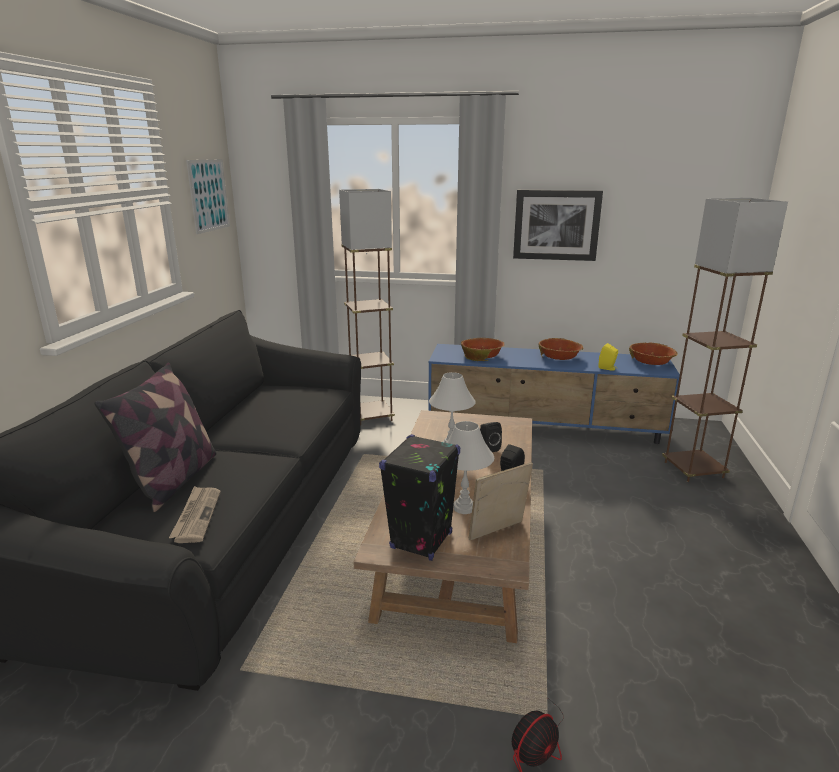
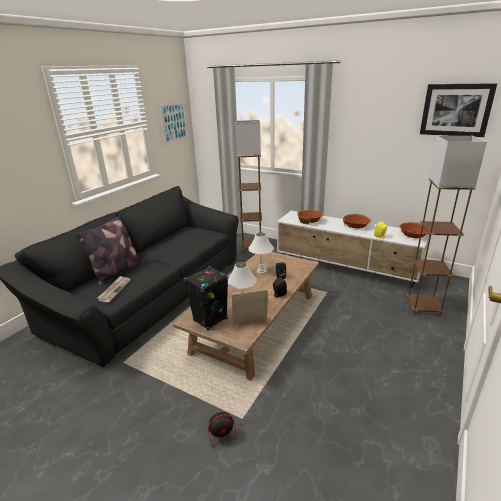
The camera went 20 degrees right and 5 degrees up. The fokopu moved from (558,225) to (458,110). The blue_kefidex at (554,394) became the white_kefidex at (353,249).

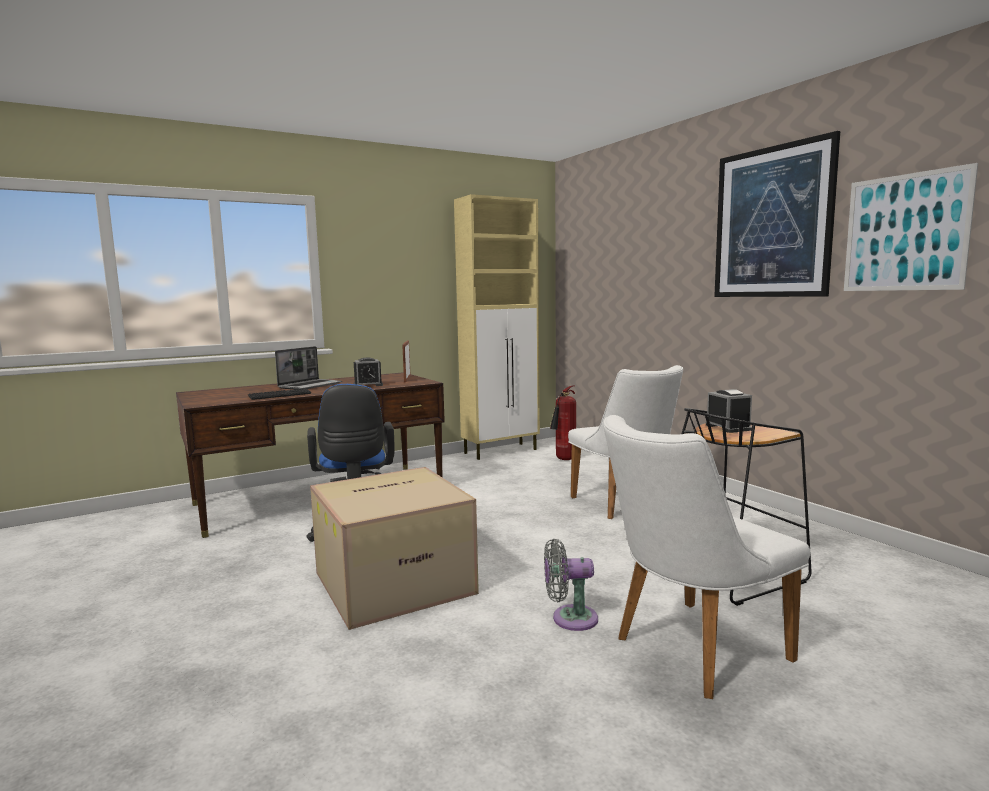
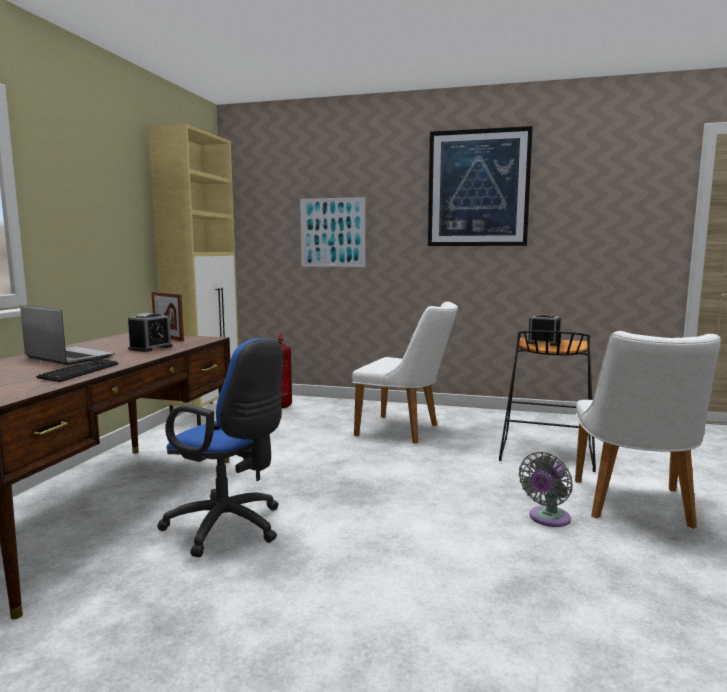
The camera went 45 degrees left and 0 degrees up. The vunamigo at (394,548) disappeared. The fokopu moved from (911,227) to (332,232). The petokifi at (308,368) turned 45 degrees counterclockwise.

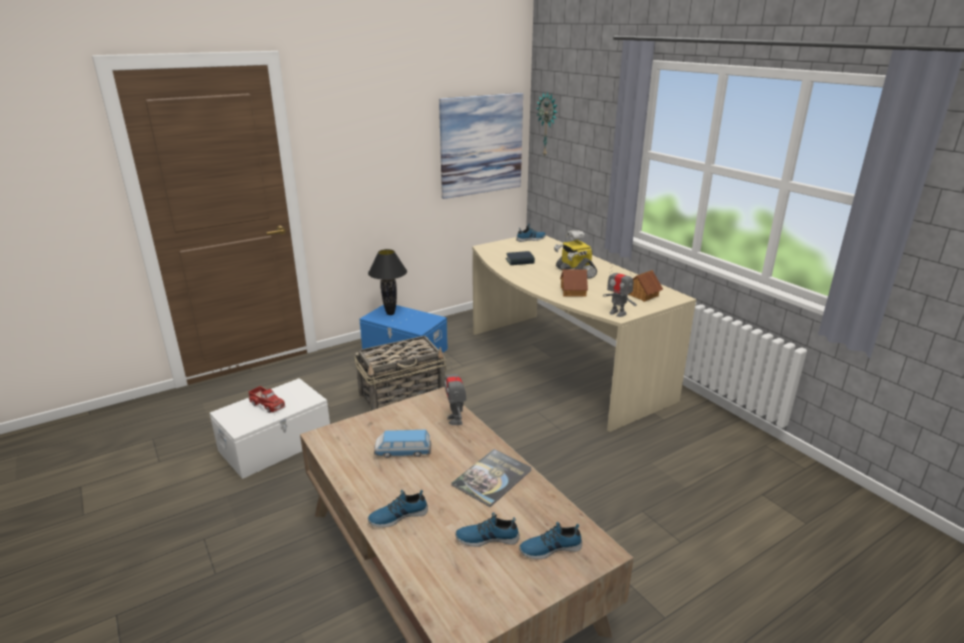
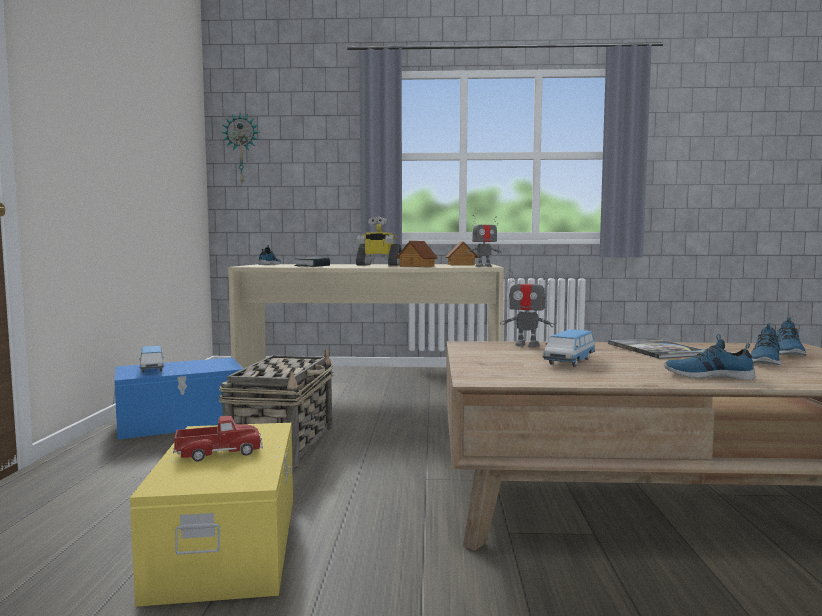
The camera went 55 degrees left and 20 degrees down. The fokopu at (481,146) disappeared. The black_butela at (387,282) was replaced by the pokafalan at (151,359). The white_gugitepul at (270,428) became the yellow_gugitepul at (211,515). The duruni at (398,508) turned 90 degrees clockwise.

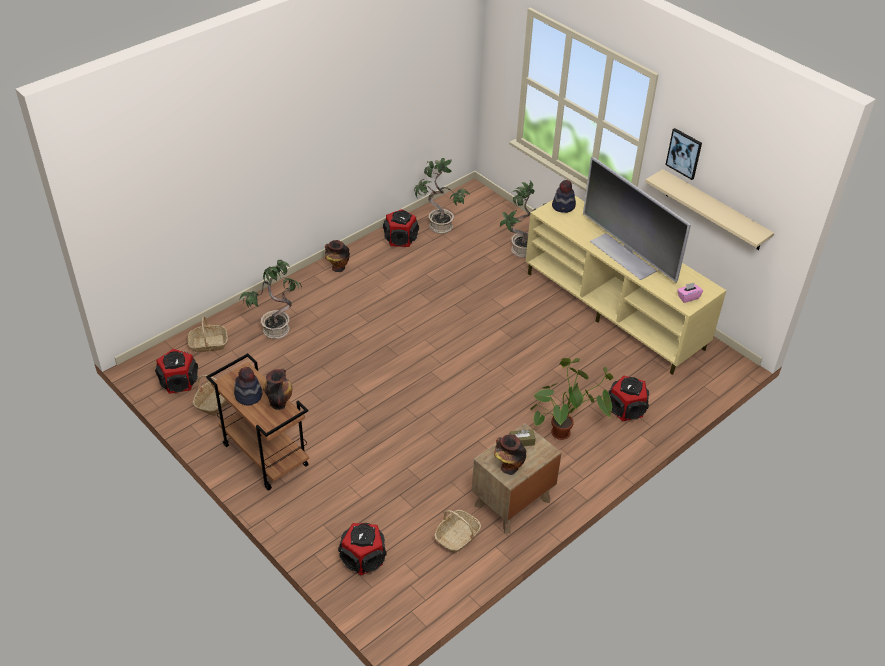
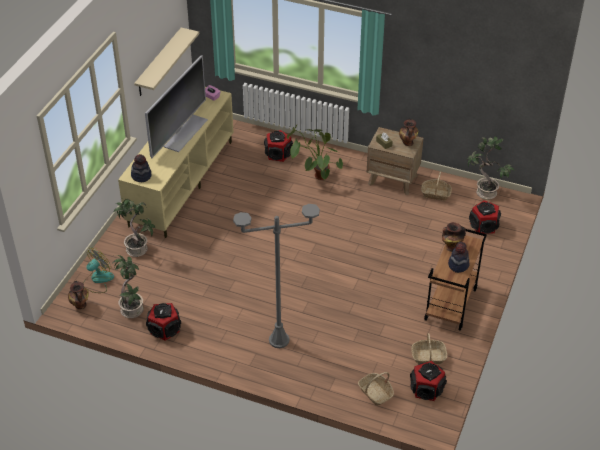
The camera went 115 degrees left and 0 degrees up. The fokopu at (683,154) disappeared. The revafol at (98,270) appeared. The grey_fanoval at (276,276) appeared. The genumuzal moved from (271,299) to (491,168). The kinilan moved from (337,256) to (78,295).

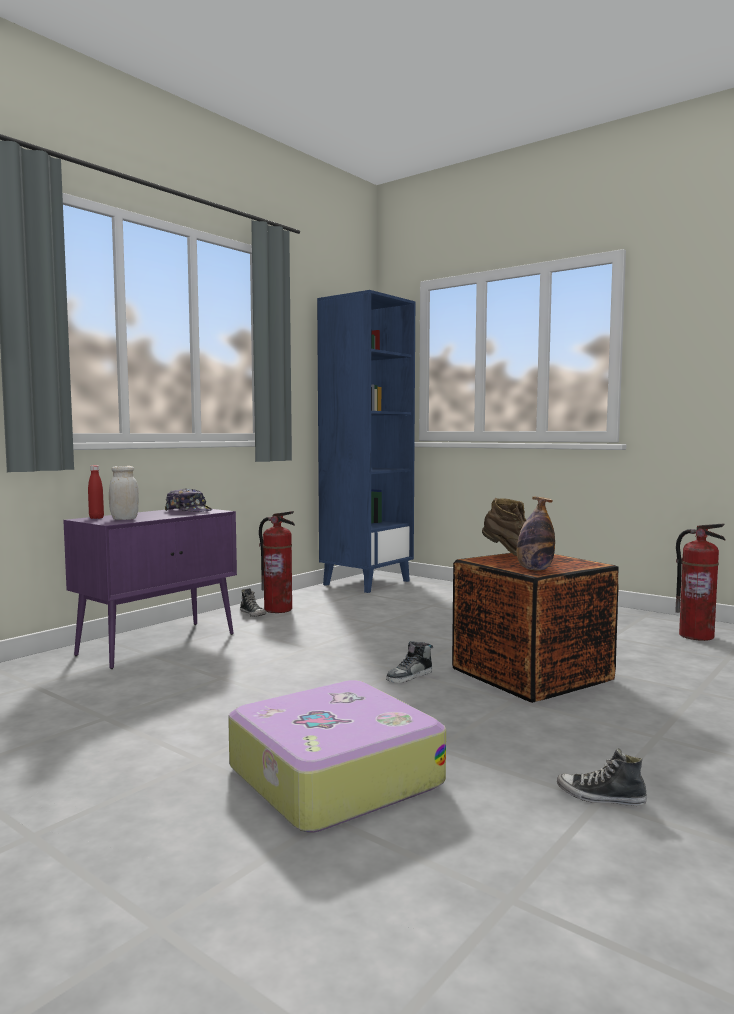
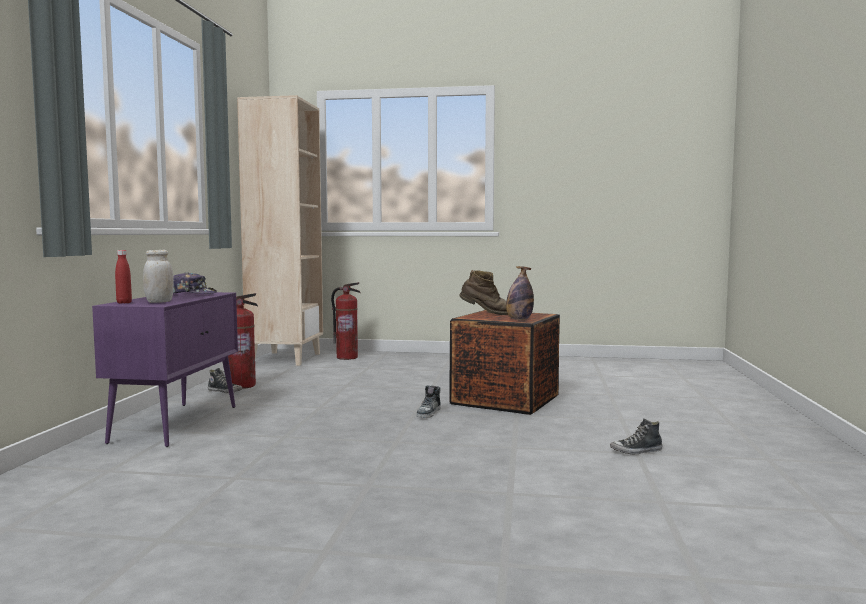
The camera went 30 degrees left and 0 degrees up. The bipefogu at (337,756) disappeared. The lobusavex moved from (700,582) to (346,321). The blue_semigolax at (366,441) became the beige_semigolax at (280,230).

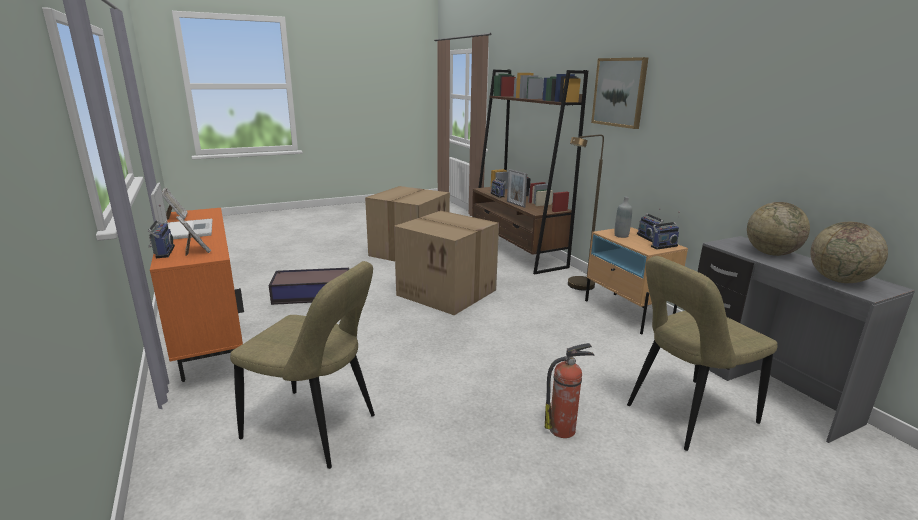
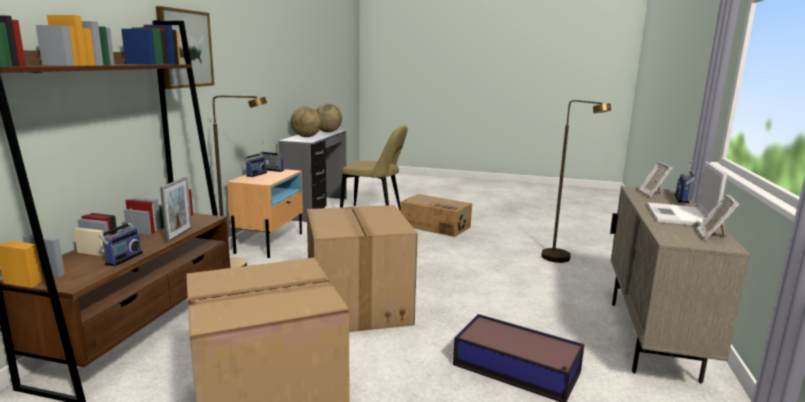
The camera went 140 degrees left and 5 degrees down. The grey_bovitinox at (623,217) disappeared. The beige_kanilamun at (302,365) was replaced by the brown_fanoval at (576,181). The lobusavex at (569,390) was replaced by the vunamigo at (436,215). The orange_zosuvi at (197,295) became the beige_zosuvi at (680,285).

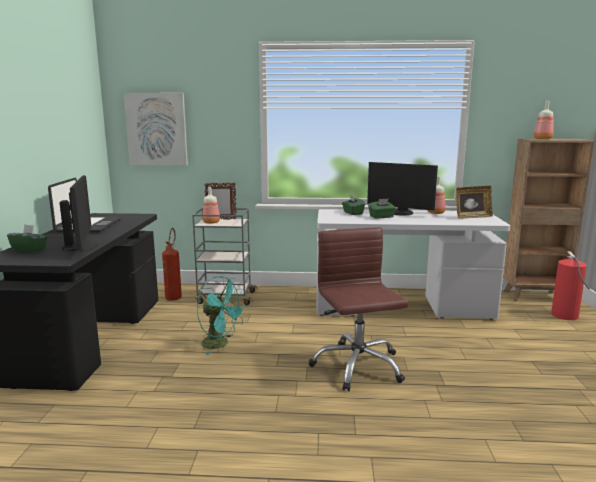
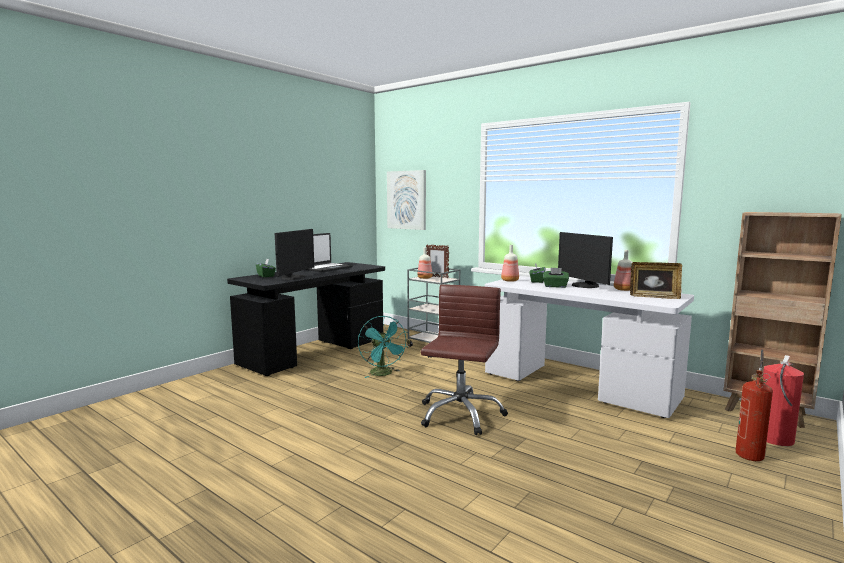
The camera went 35 degrees right and 5 degrees down. The lobusavex moved from (172,264) to (754,405). The bovitinox moved from (543,120) to (510,263).

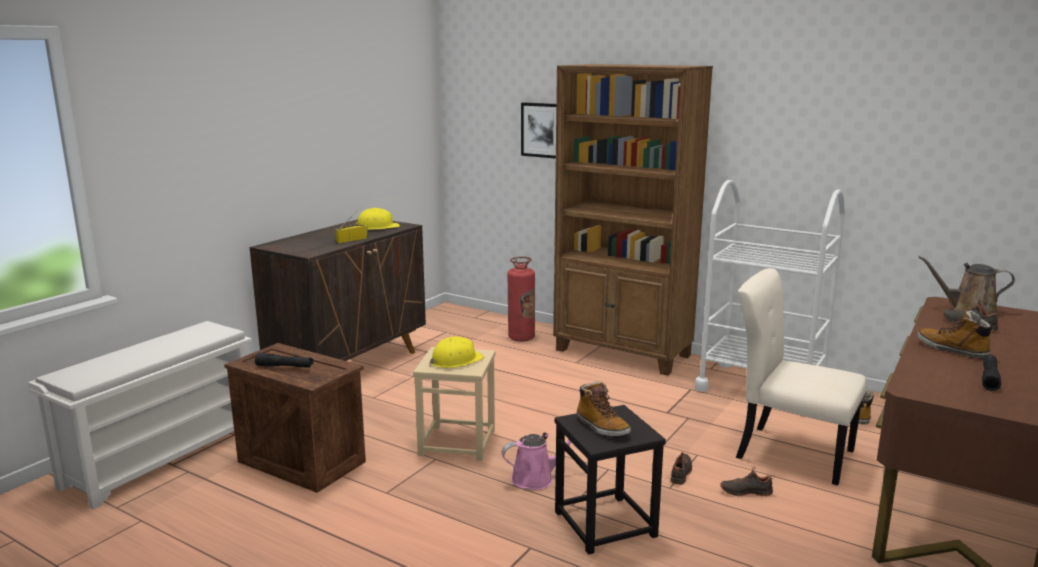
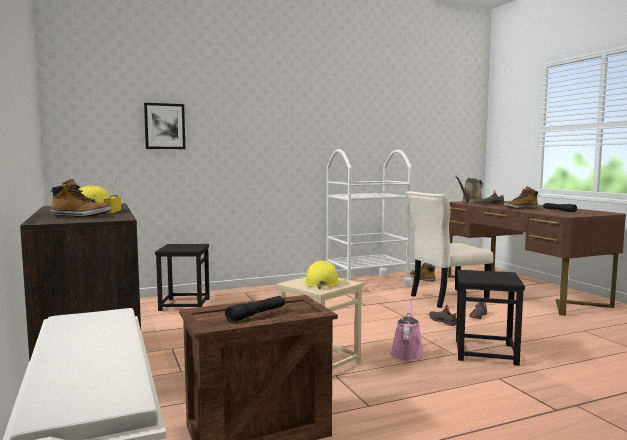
The camera went 55 degrees left and 10 degrees down. The brown_semigolax at (633,220) disappeared. The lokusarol moved from (604,409) to (80,197). The lobusavex at (521,299) was replaced by the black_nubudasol at (182,277).

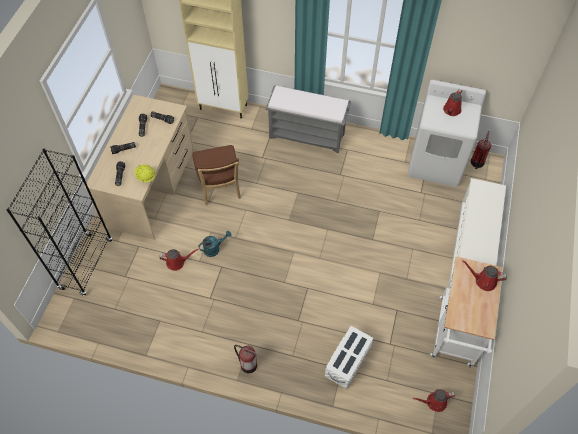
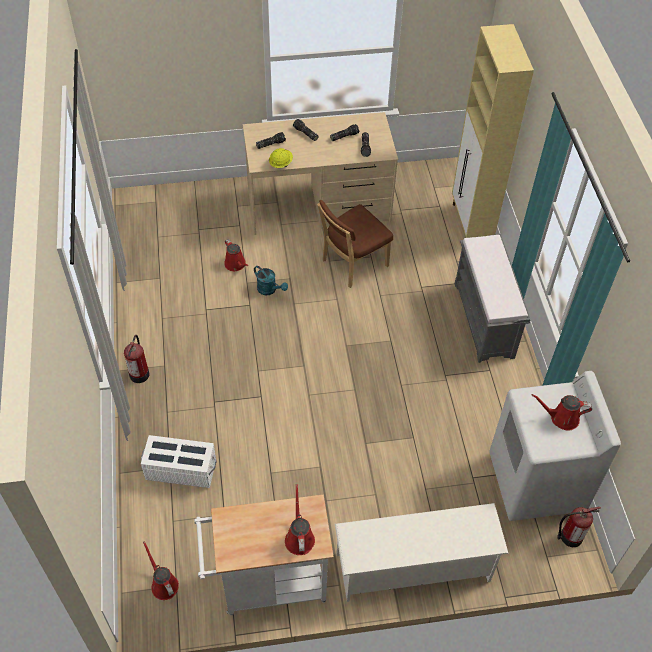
The camera went 65 degrees right and 5 degrees down. The black_semigolax at (59,222) disappeared.

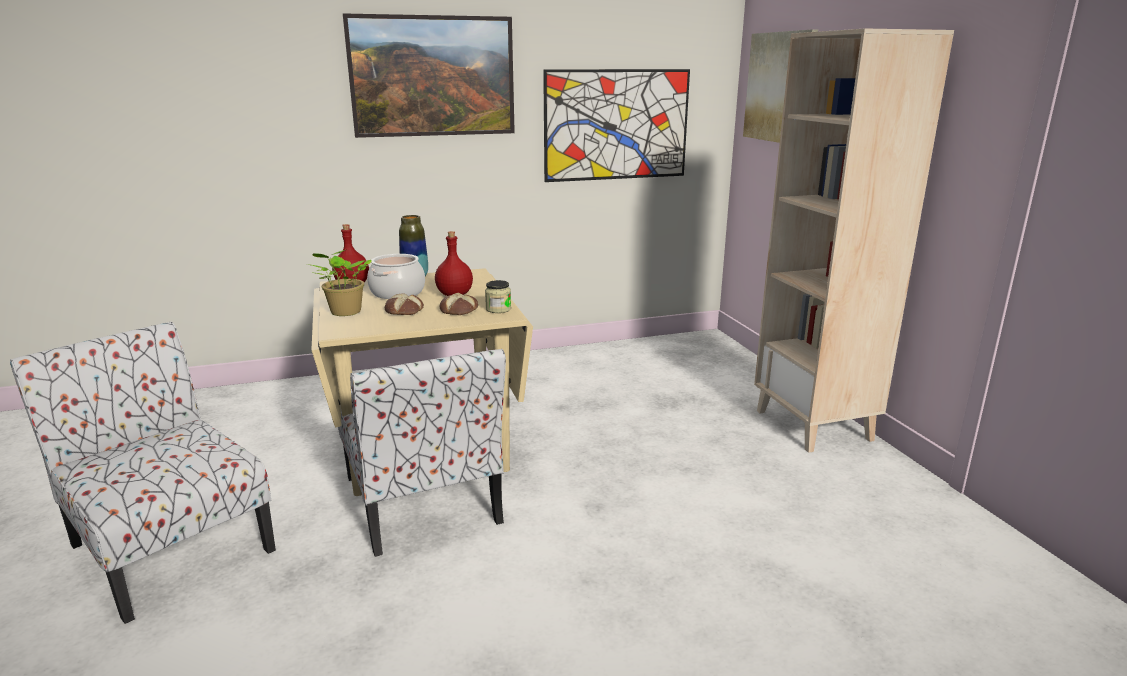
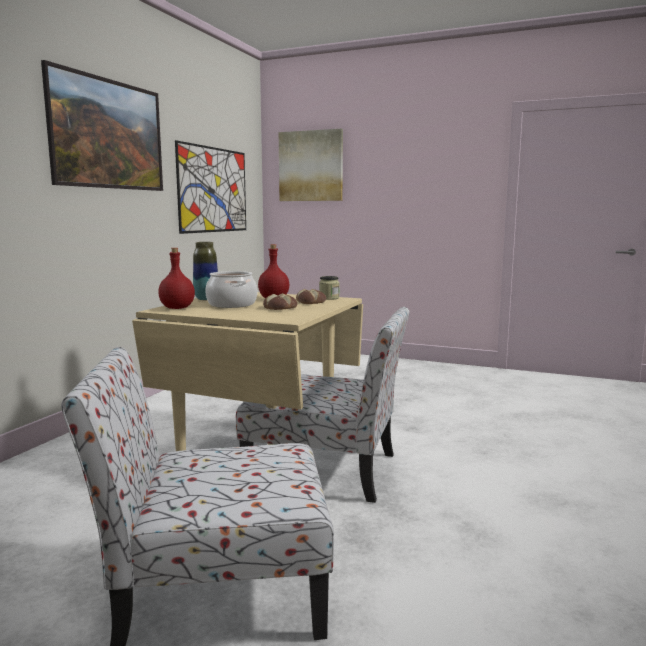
The camera went 50 degrees left and 10 degrees down. The genumuzal at (339,283) disappeared. The beige_semigolax at (854,241) disappeared.

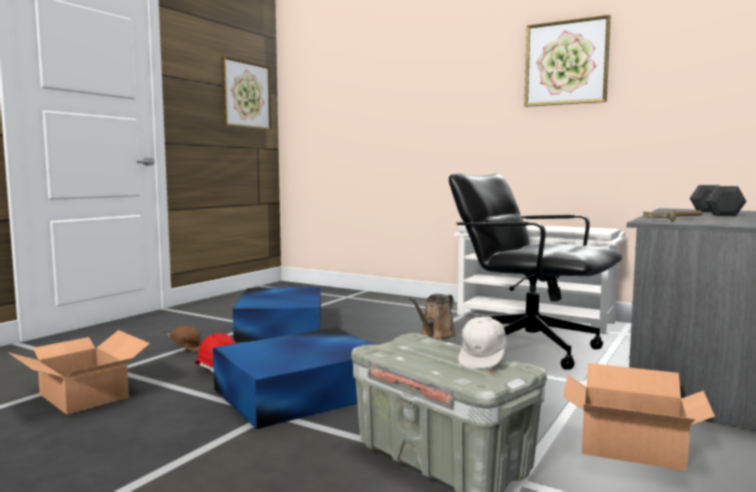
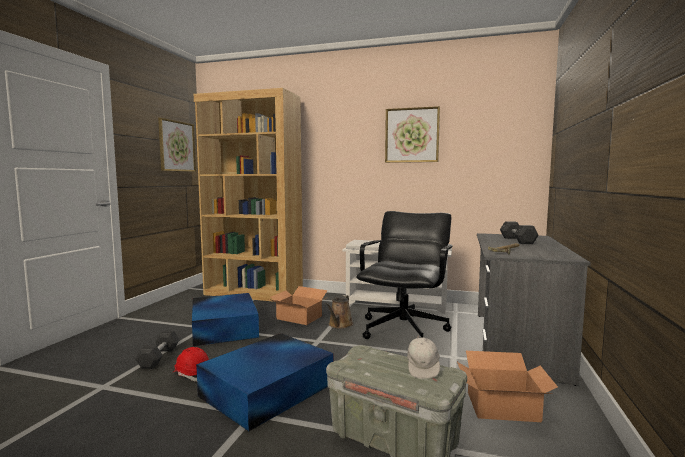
The camera went 15 degrees left and 0 degrees up. The brown_semigolax at (248,195) appeared. The vunamigo moved from (79,372) to (298,305). The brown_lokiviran at (183,339) was replaced by the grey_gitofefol at (158,350). The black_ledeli at (535,272) turned 90 degrees clockwise.

